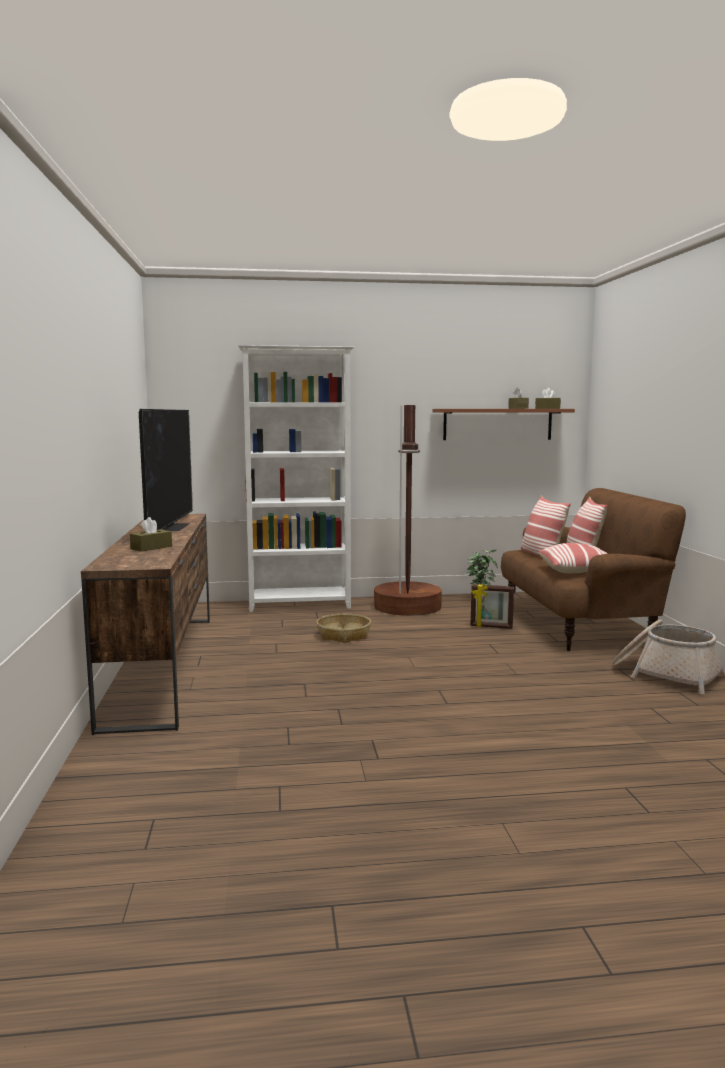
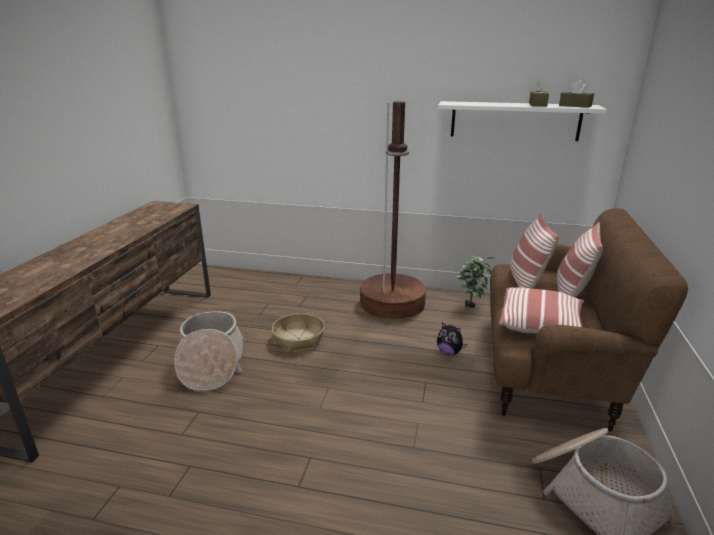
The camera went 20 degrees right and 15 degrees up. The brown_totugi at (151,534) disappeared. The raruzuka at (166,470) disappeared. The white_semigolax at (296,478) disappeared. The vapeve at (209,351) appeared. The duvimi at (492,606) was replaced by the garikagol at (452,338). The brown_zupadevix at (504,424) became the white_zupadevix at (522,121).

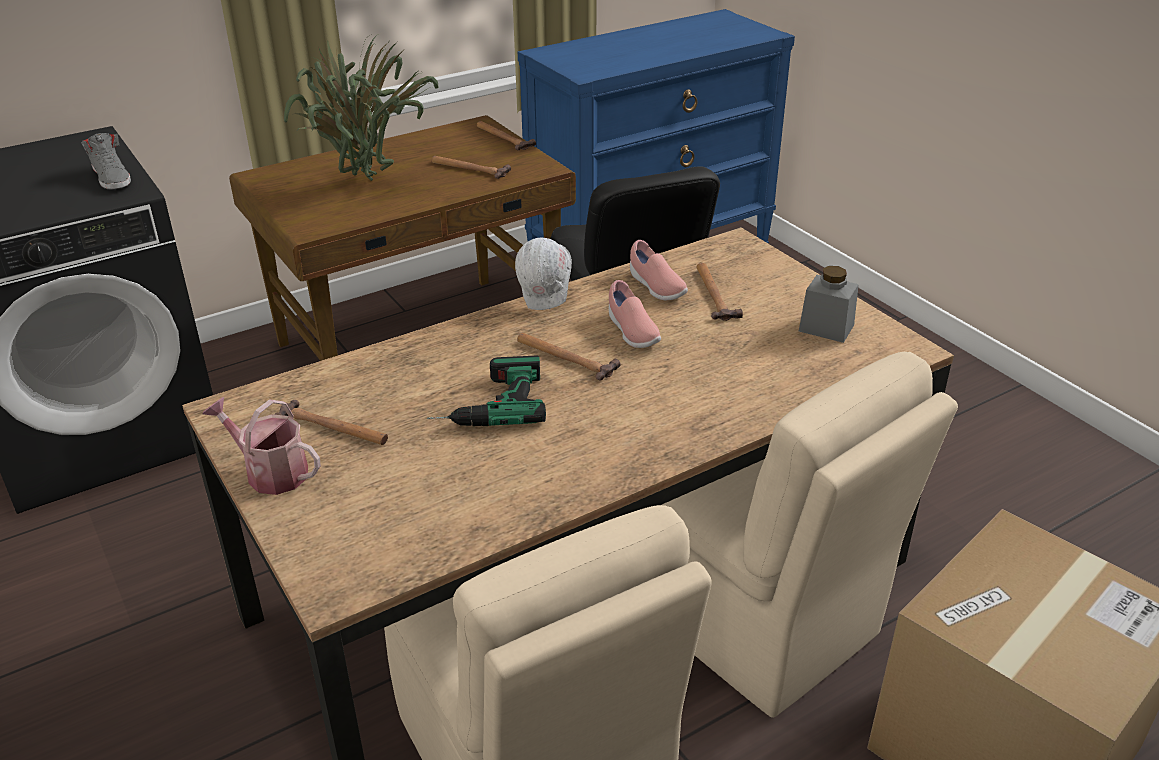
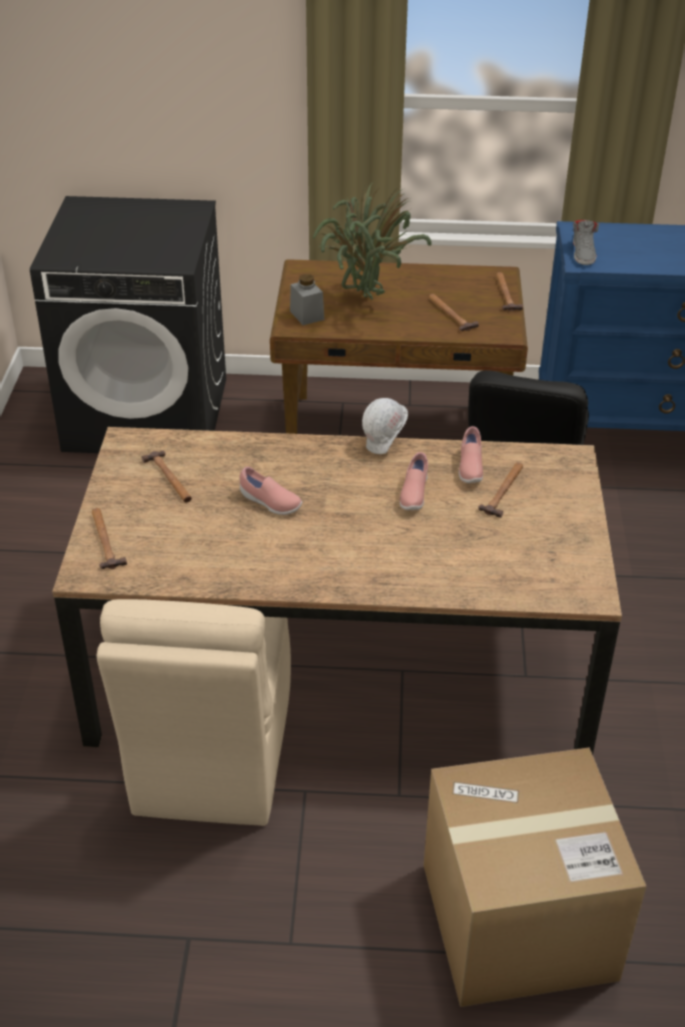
The camera went 35 degrees right and 5 degrees up. The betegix at (262,446) disappeared. The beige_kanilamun at (810,535) disappeared. The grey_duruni moved from (106,161) to (586,242). The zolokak moved from (569,356) to (109,538). The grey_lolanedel moved from (829,304) to (307,299). The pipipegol at (486,390) was replaced by the pink_duruni at (270,491).

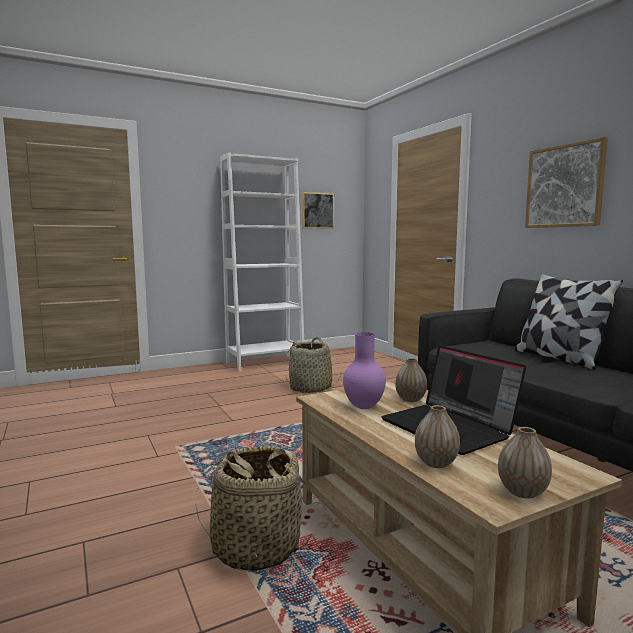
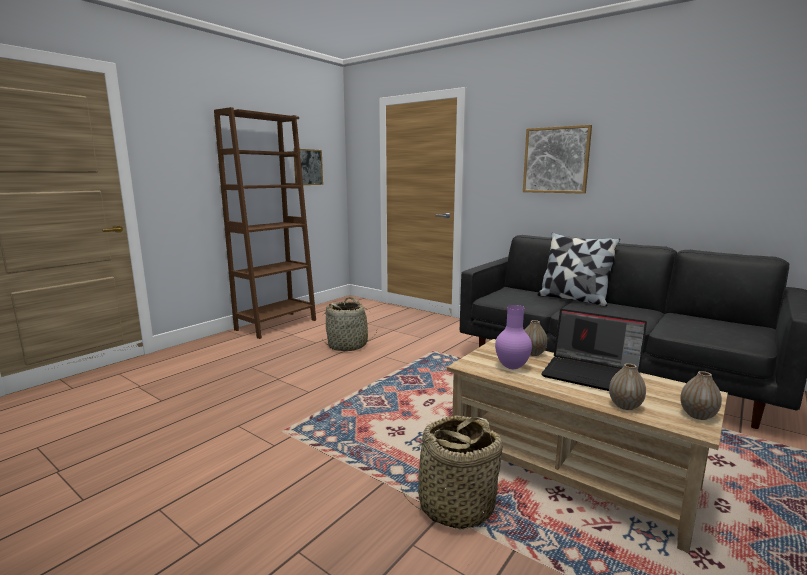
The camera went 25 degrees left and 5 degrees up. The white_semigolax at (262,262) became the brown_semigolax at (265,223).

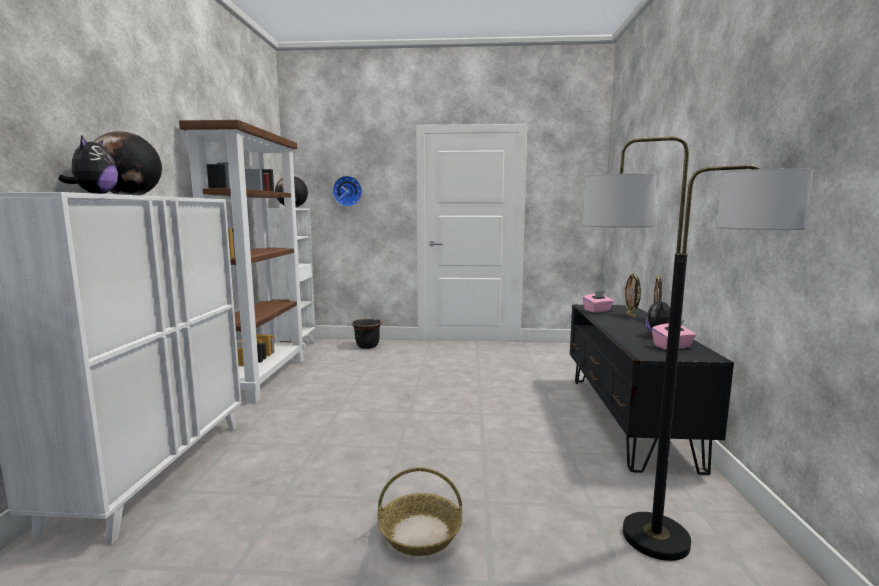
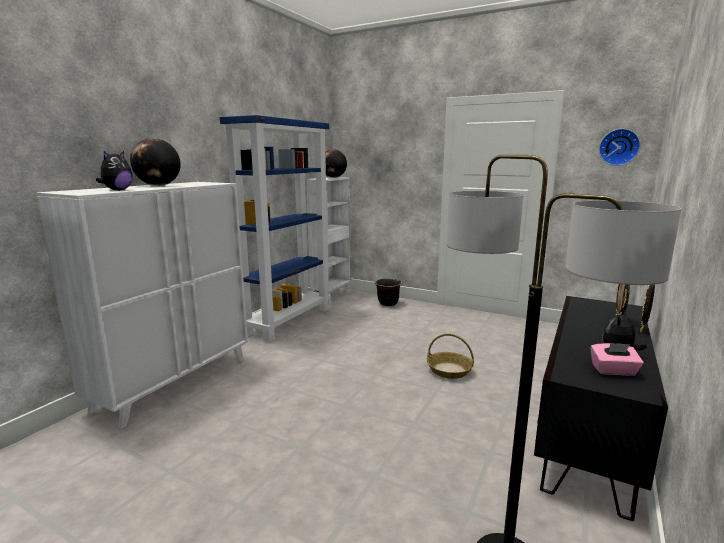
The camera went 25 degrees right and 5 degrees up. The pink_totugi at (598,301) disappeared. The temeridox moved from (347,191) to (619,147). The vapeve moved from (420,511) to (450,356). The brown_semigolax at (242,262) became the blue_semigolax at (275,228).

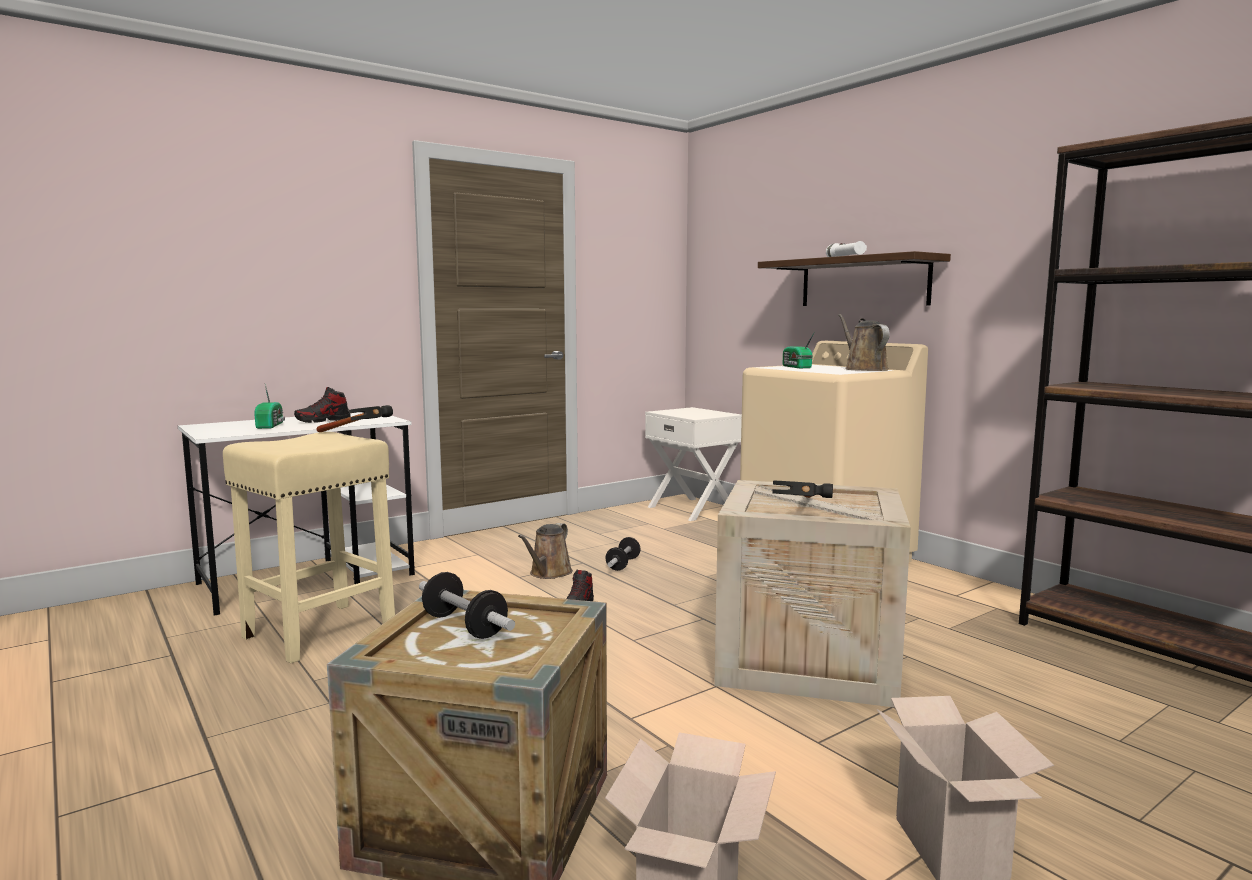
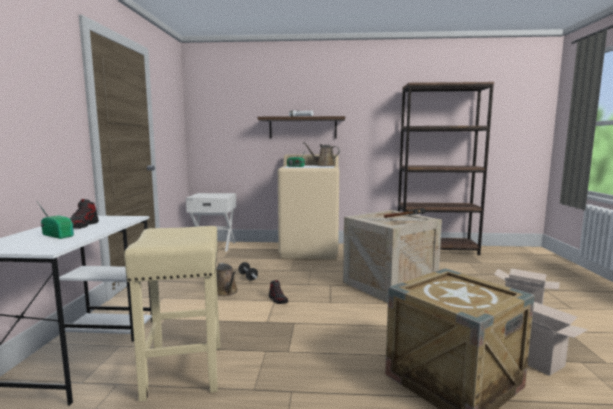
The camera went 50 degrees left and 0 degrees up. The zolokak at (354,418) disappeared. The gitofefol at (467,605) disappeared.

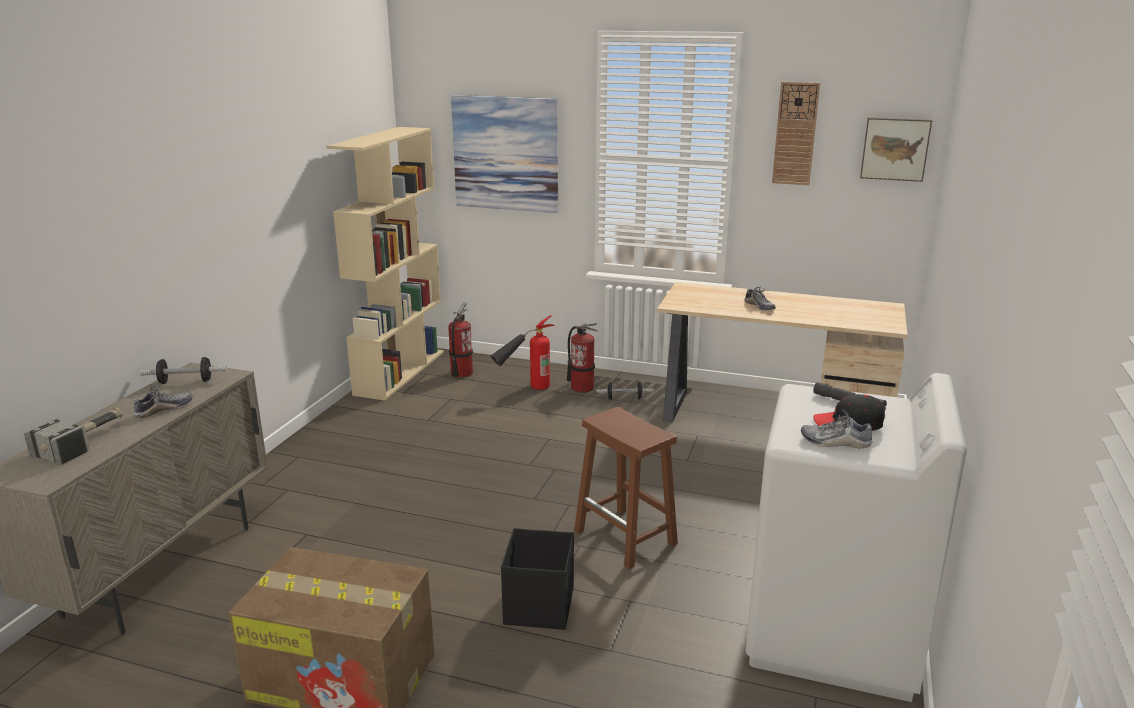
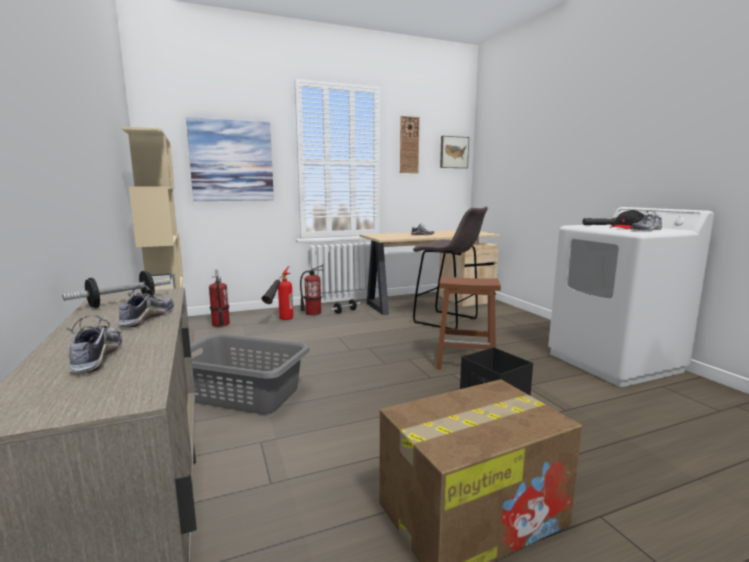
The camera went 40 degrees left and 10 degrees down. The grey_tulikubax at (250,374) appeared. The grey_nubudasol at (450,267) appeared. The zolokak at (73,436) was replaced by the duruni at (93,344).

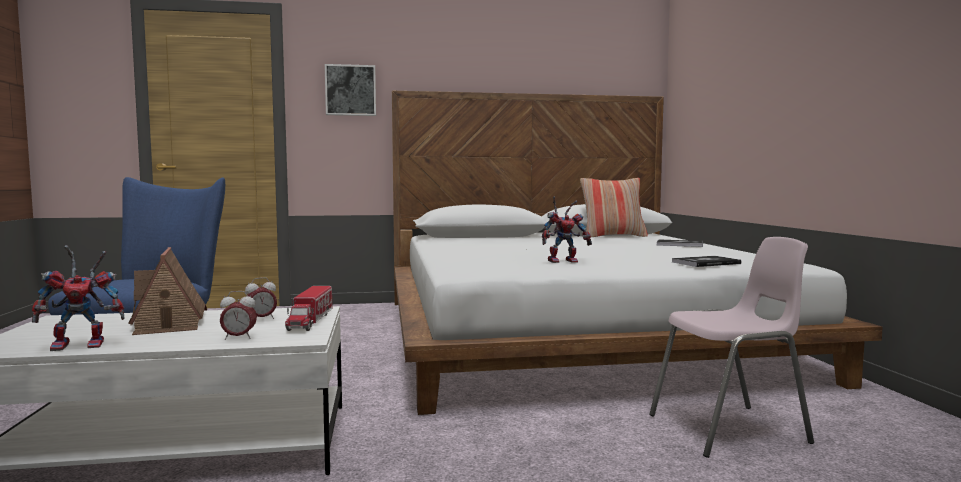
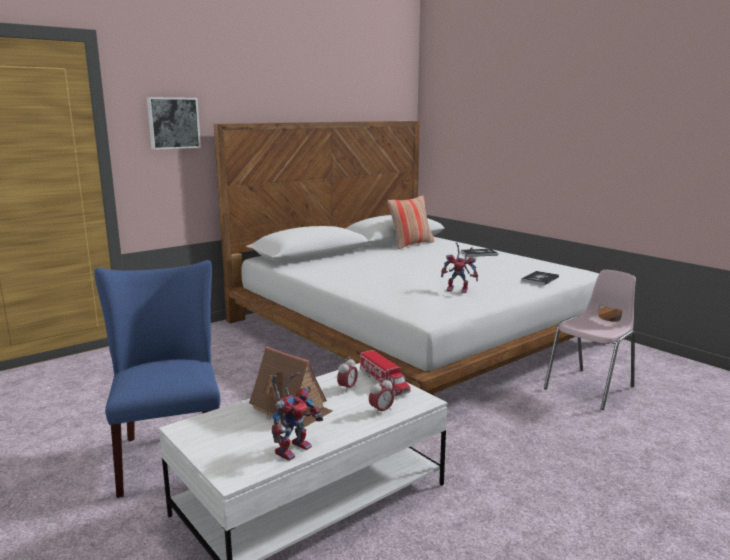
The camera went 30 degrees left and 10 degrees up. The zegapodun at (567,229) turned 60 degrees clockwise.

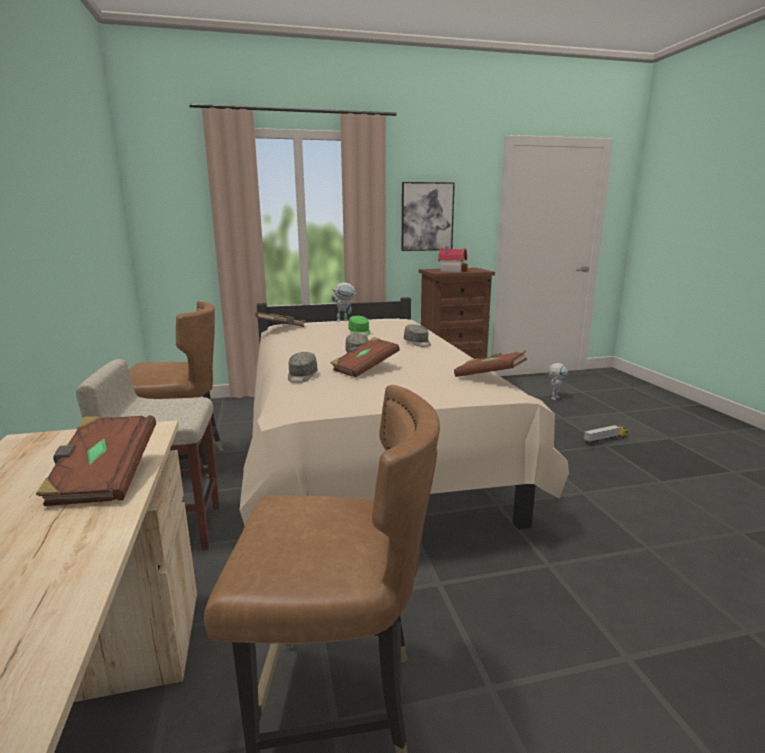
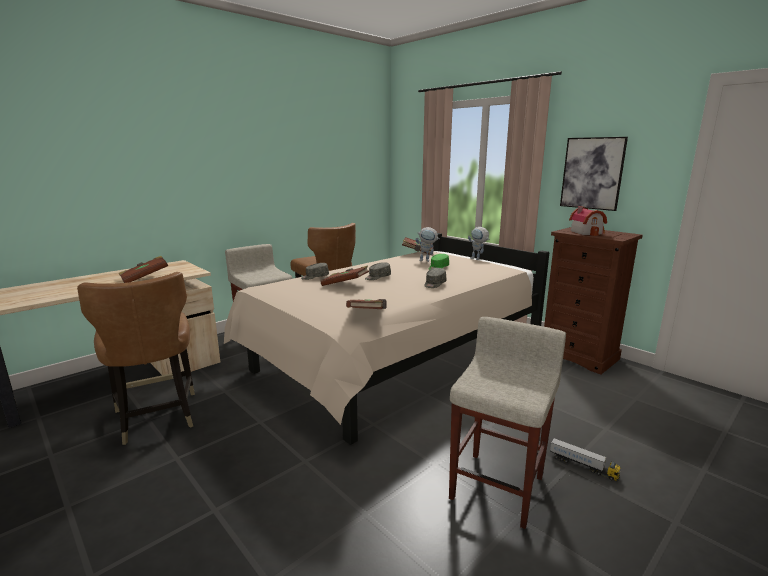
The camera went 60 degrees right and 0 degrees up. The beige_nubudasol at (507,423) appeared. The zegapodun moved from (558,381) to (427,244).

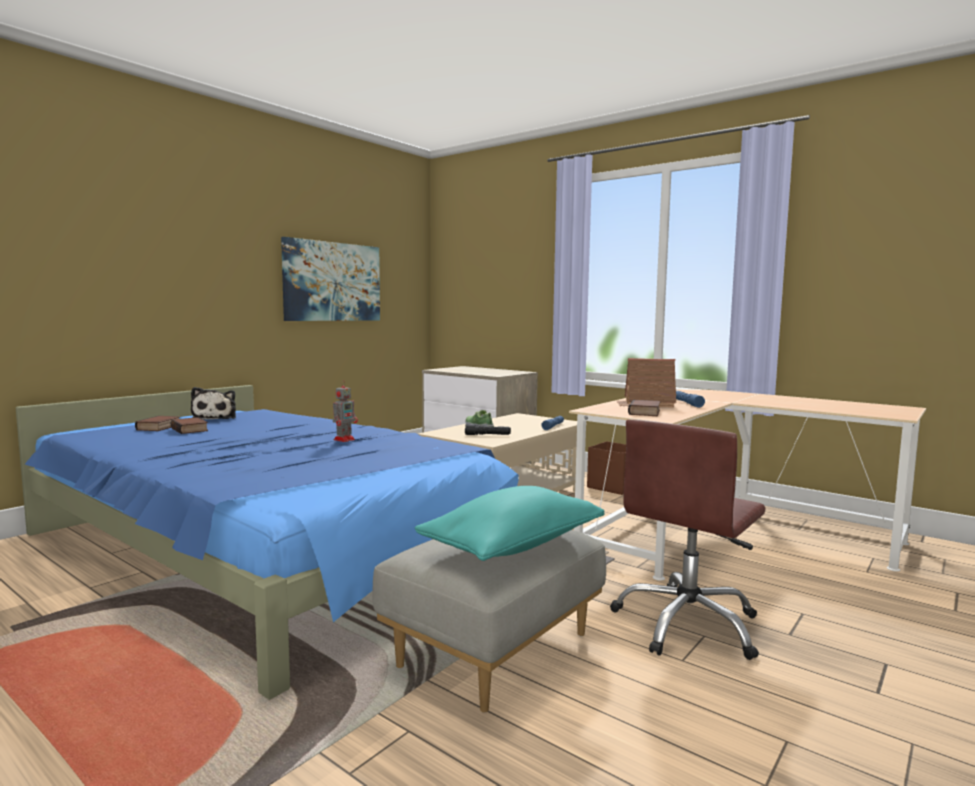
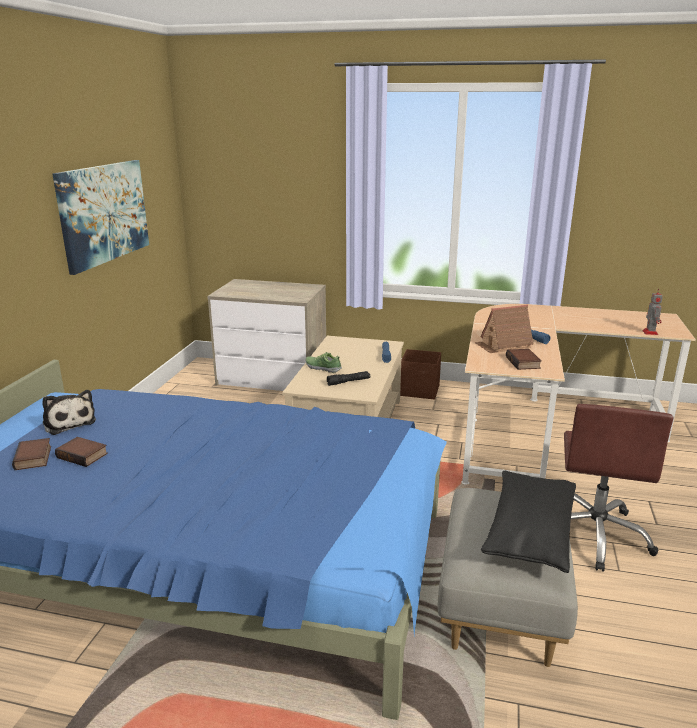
The camera went 25 degrees left and 15 degrees up. The zegapodun moved from (345,411) to (653,313). The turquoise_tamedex at (510,523) became the black_tamedex at (528,521).

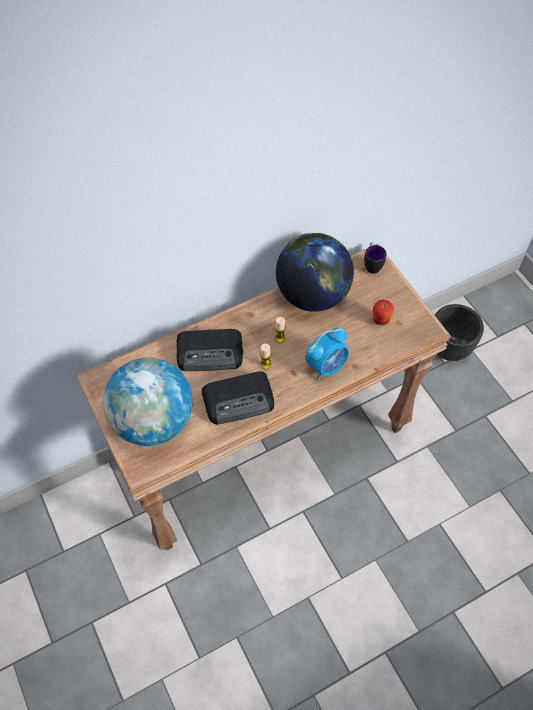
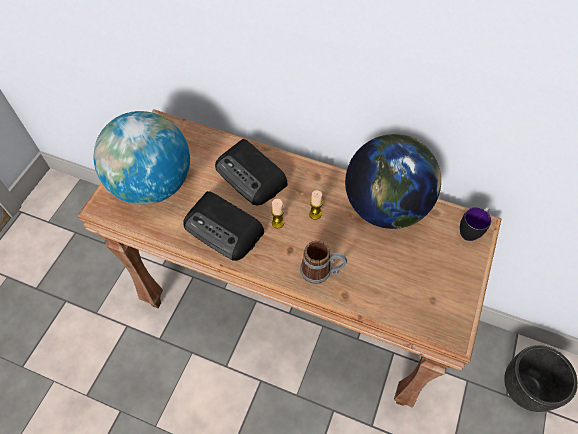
The camera went 50 degrees right and 0 degrees up. The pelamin at (383,312) disappeared. The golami at (327,353) was replaced by the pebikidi at (323,262).

